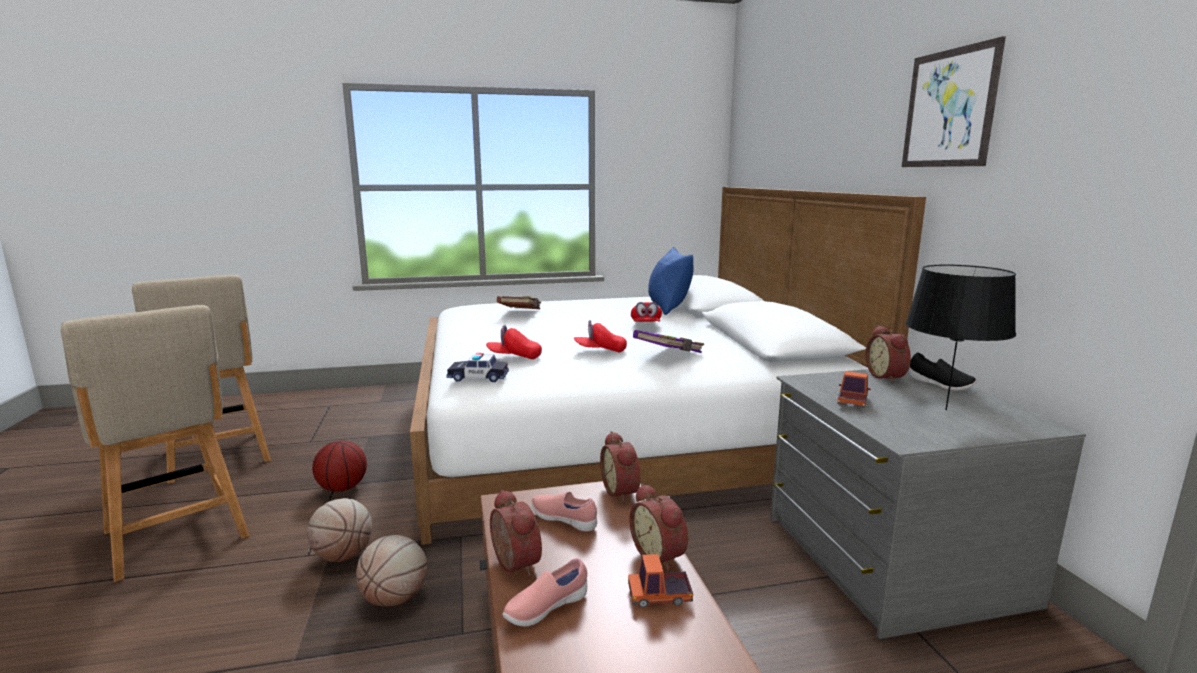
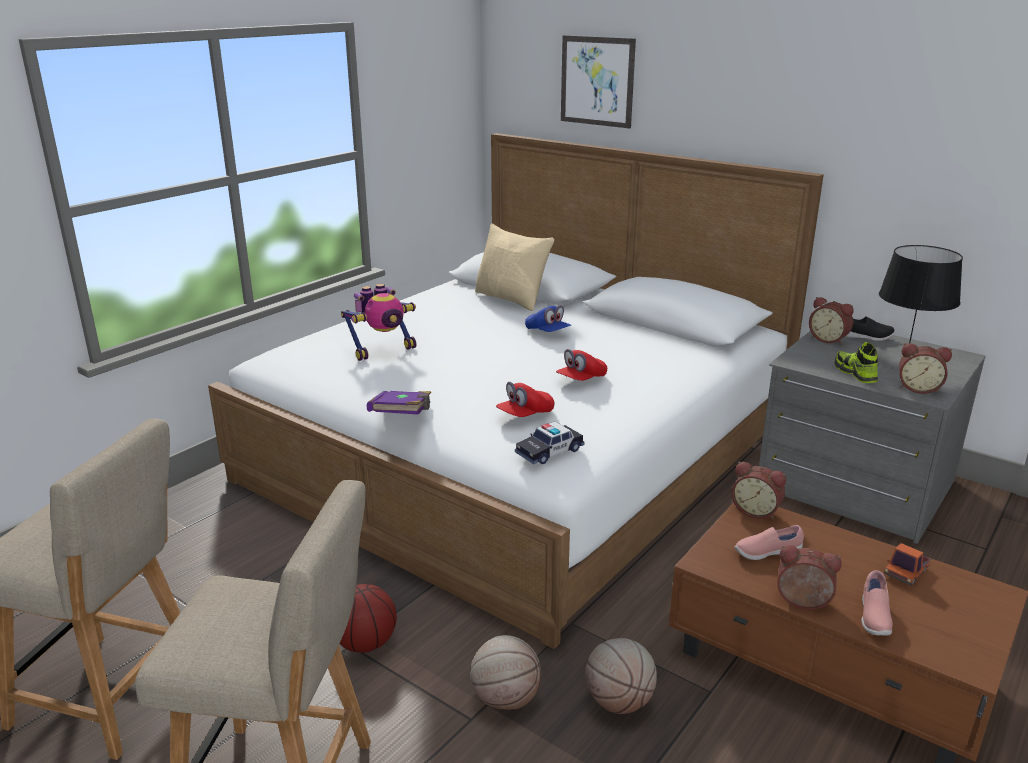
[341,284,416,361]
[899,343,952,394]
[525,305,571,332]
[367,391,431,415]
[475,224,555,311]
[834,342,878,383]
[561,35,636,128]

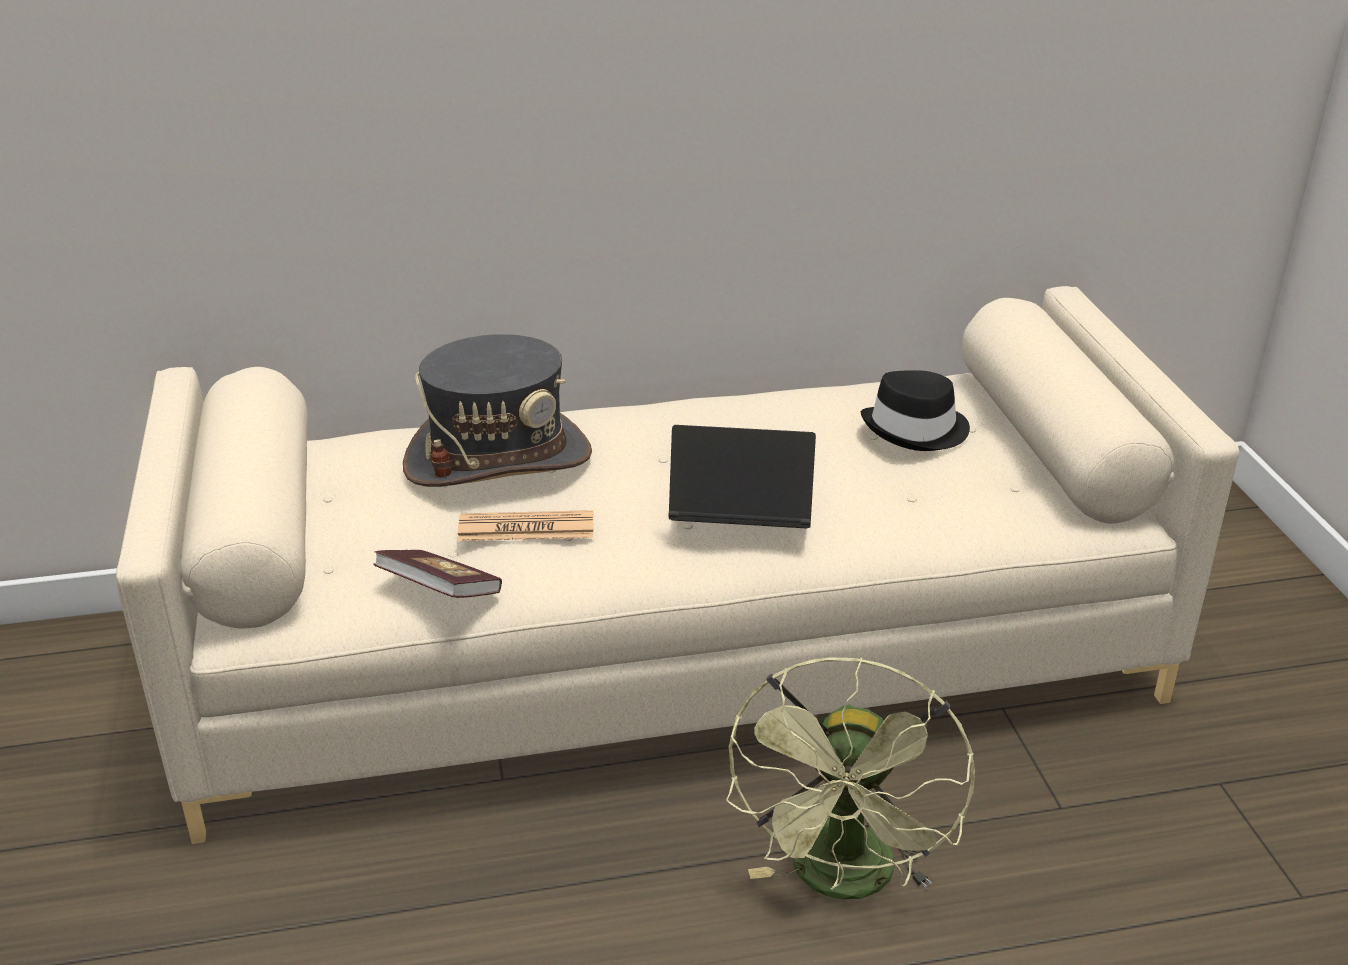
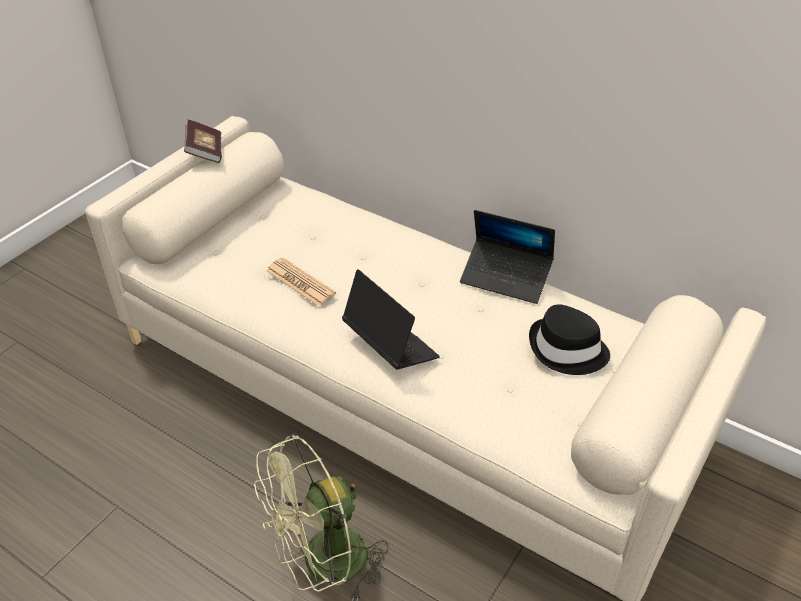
[184,119,222,163]
[403,334,592,487] (first image)
[460,210,555,304]

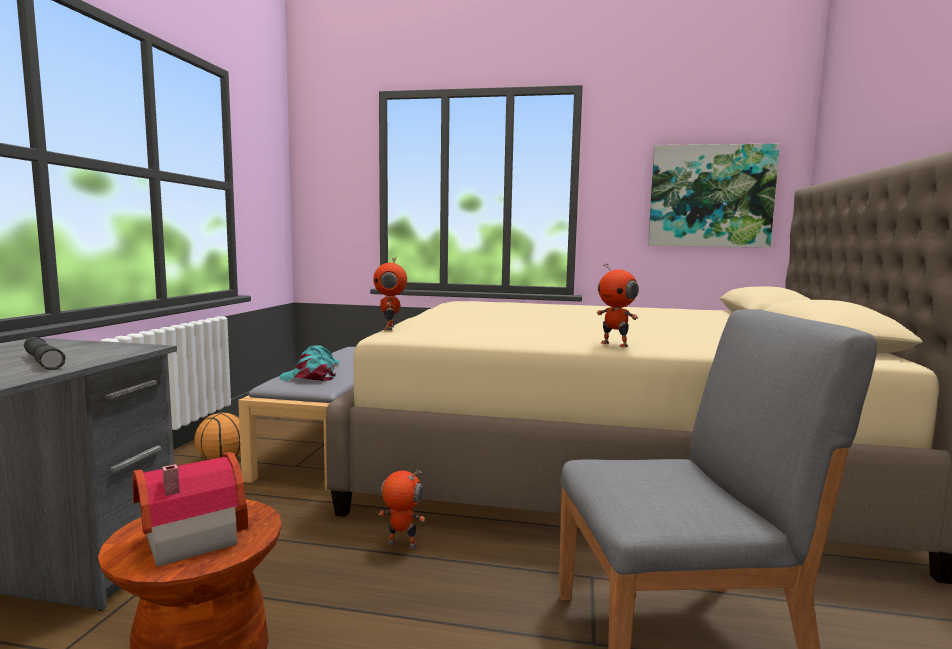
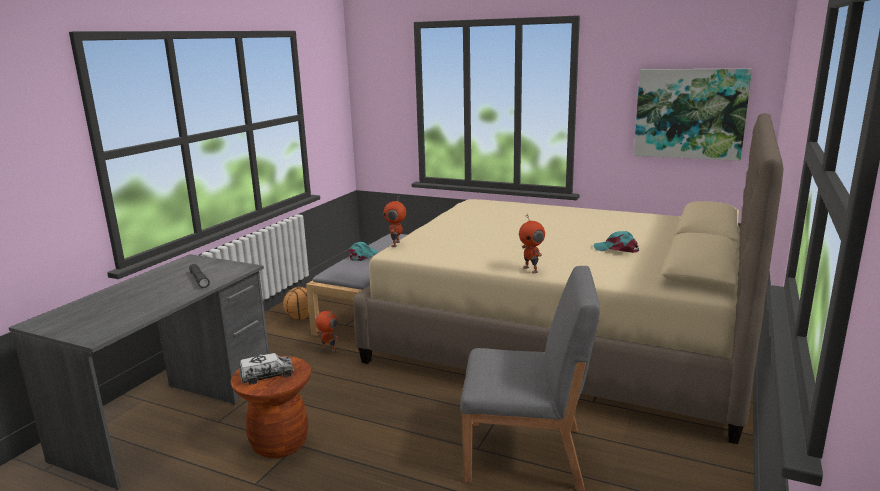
[239,353,294,385]
[593,231,639,253]
[315,311,338,352]

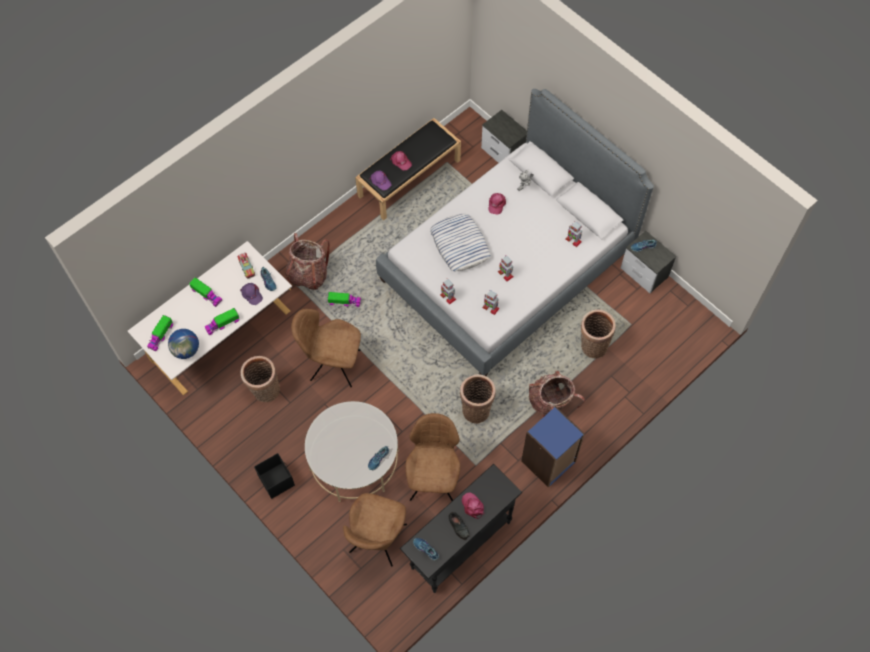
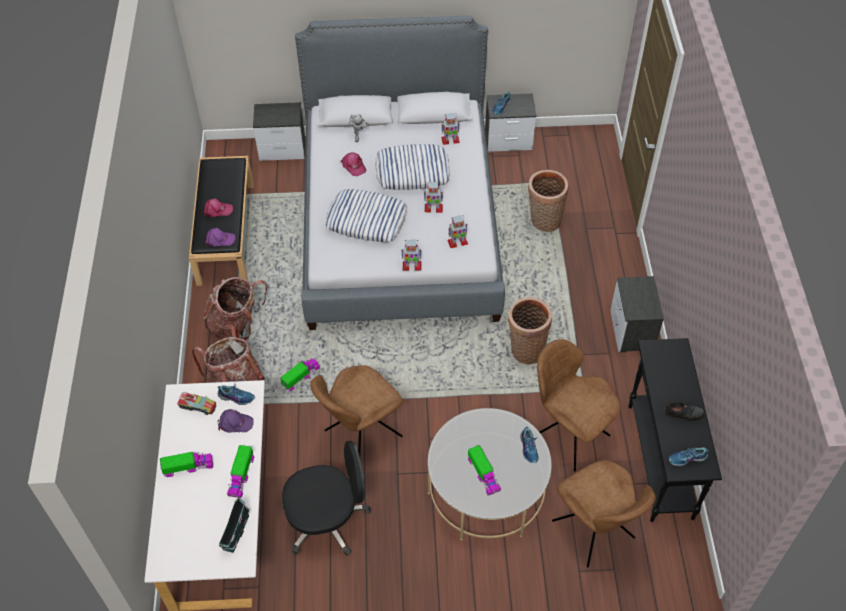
[468,445,501,495]
[219,497,250,553]
[282,441,371,556]
[254,453,295,499] (first image)
[462,492,485,519] (first image)
[610,276,664,352]
[202,277,267,340]
[375,144,450,190]

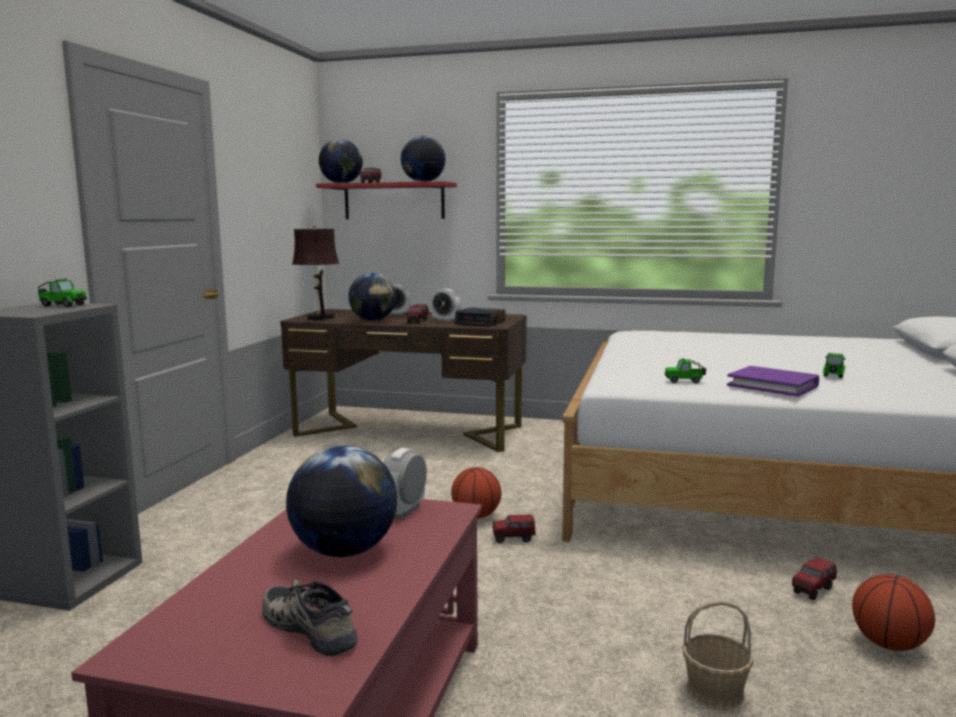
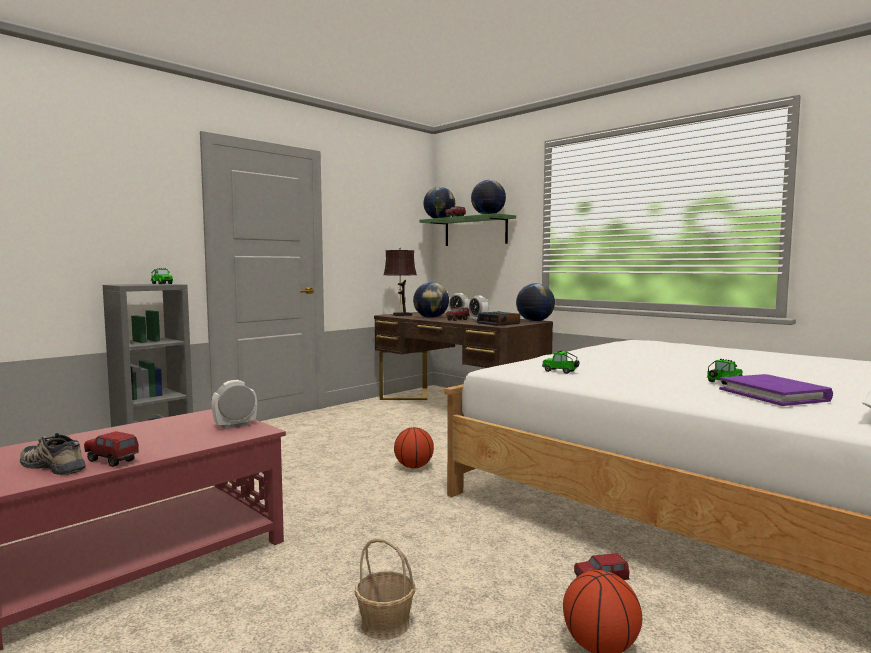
[20,433,86,475]
[516,283,555,322]
[419,213,516,246]
[84,431,139,467]
[719,374,833,406]

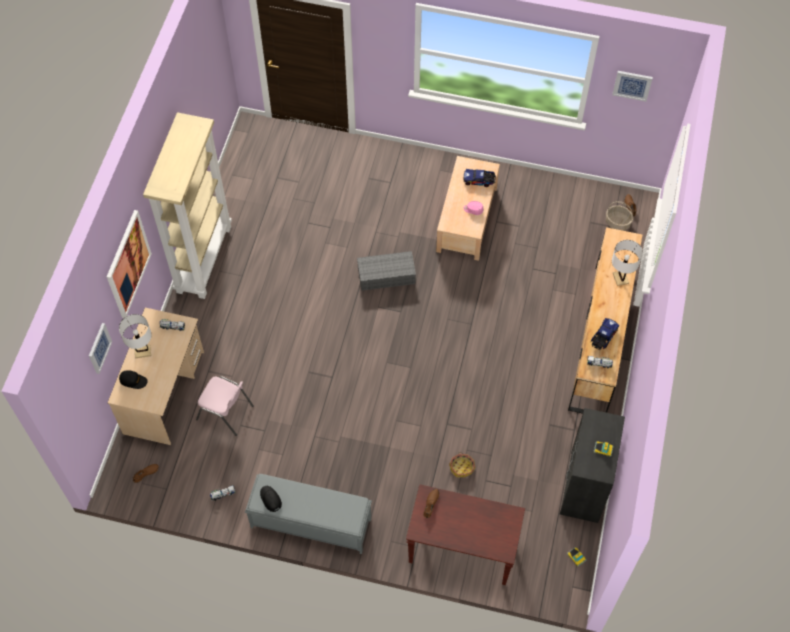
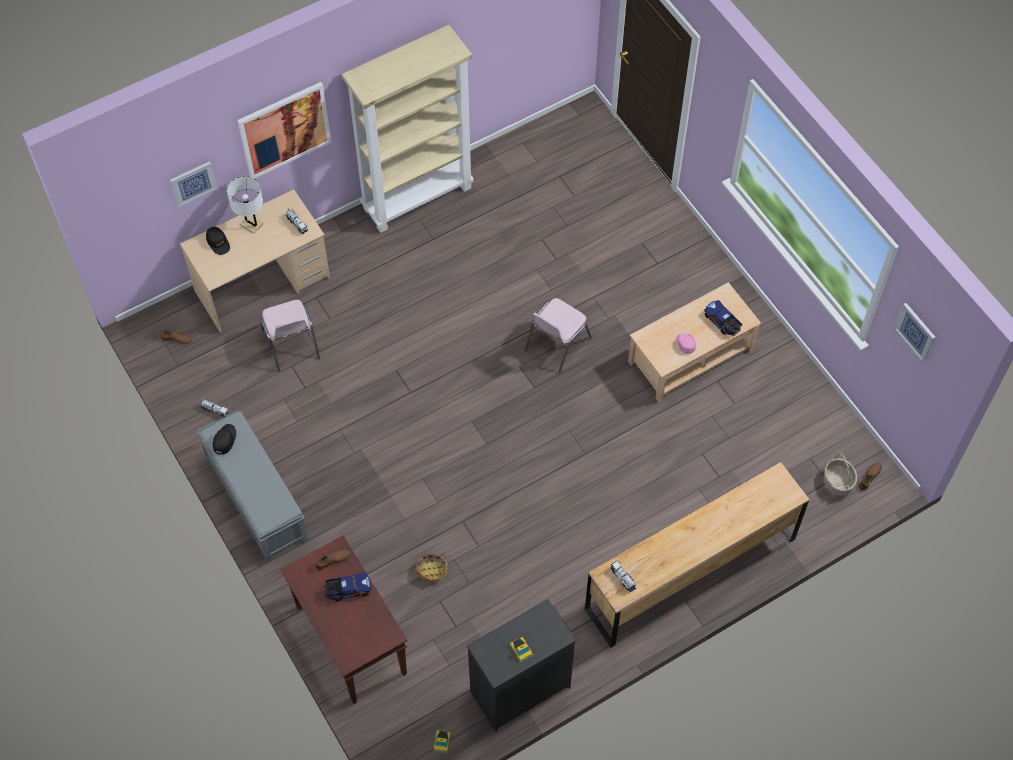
[525,298,592,373]
[324,572,371,601]
[612,240,643,286] (first image)

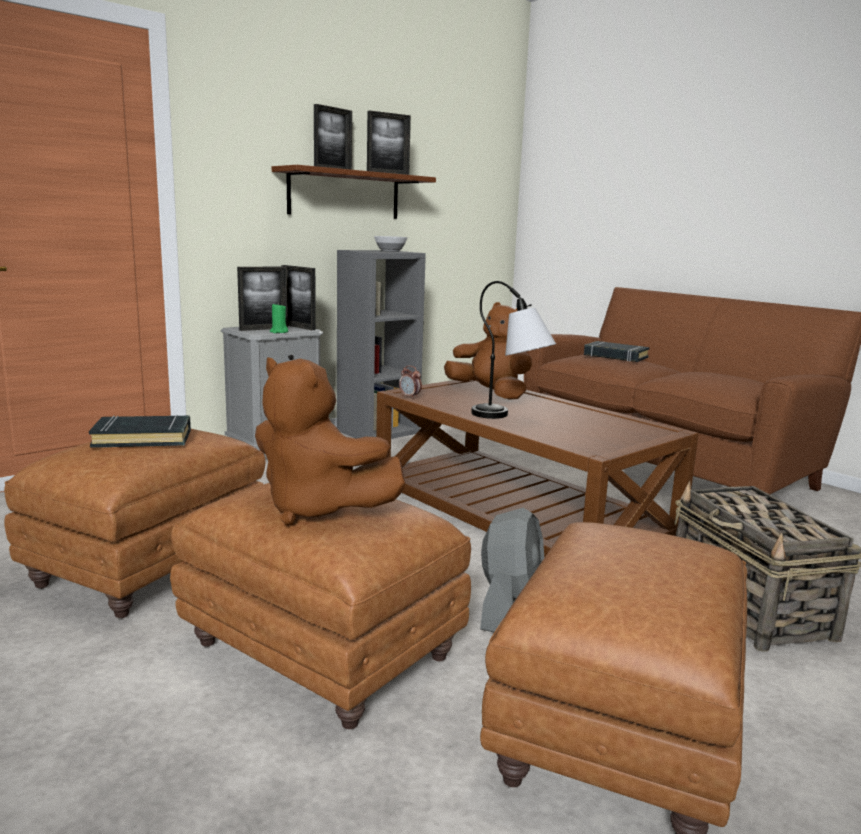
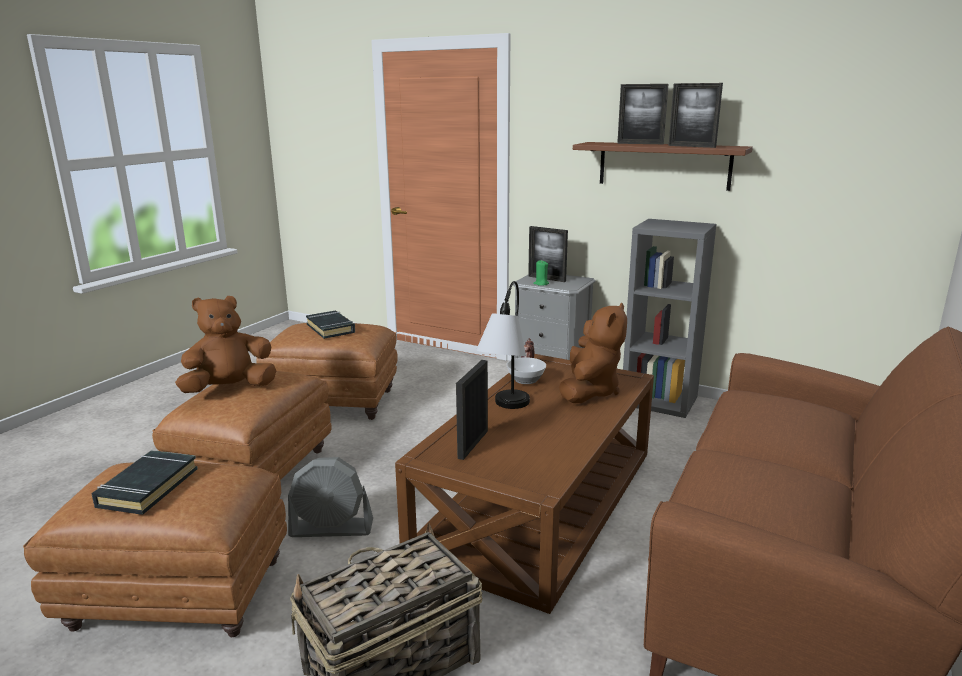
[175,296,276,393]
[456,360,488,460]
[507,357,546,384]
[91,450,198,515]

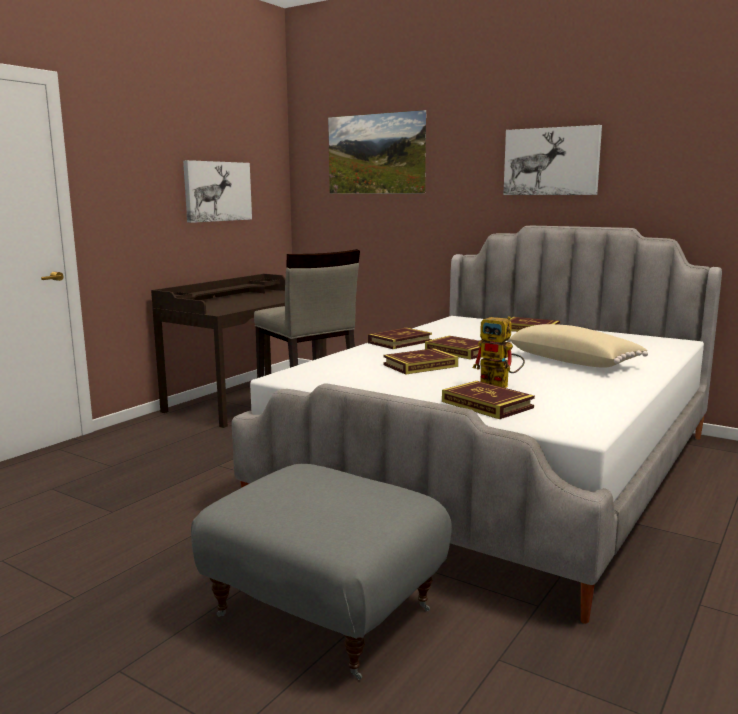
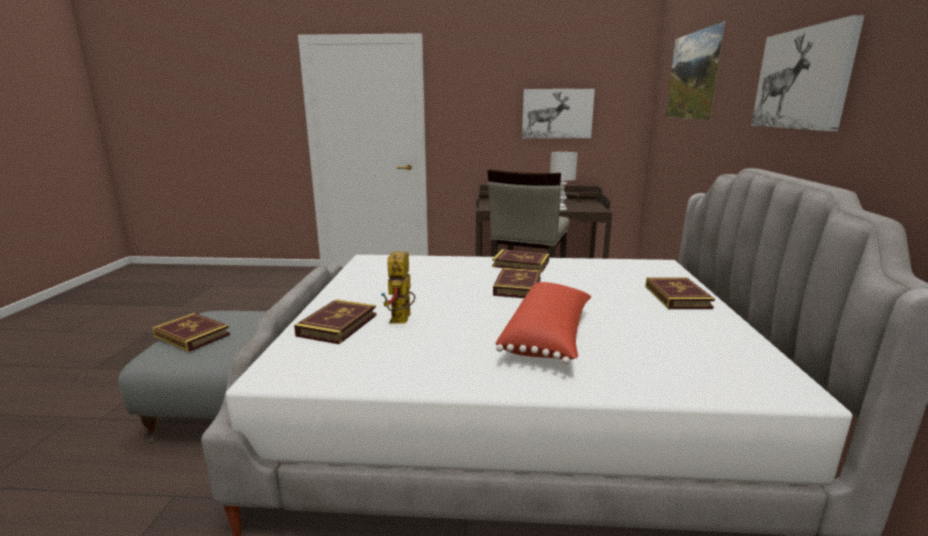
[152,313,230,352]
[495,282,592,364]
[550,152,578,210]

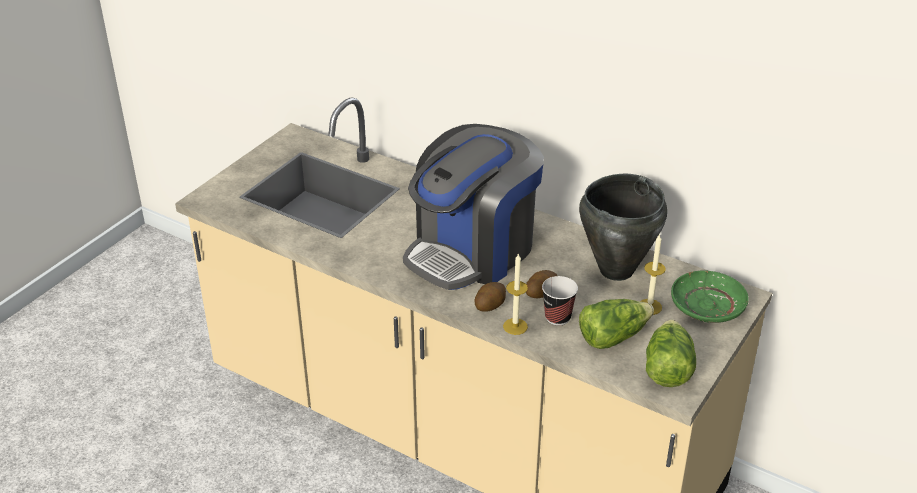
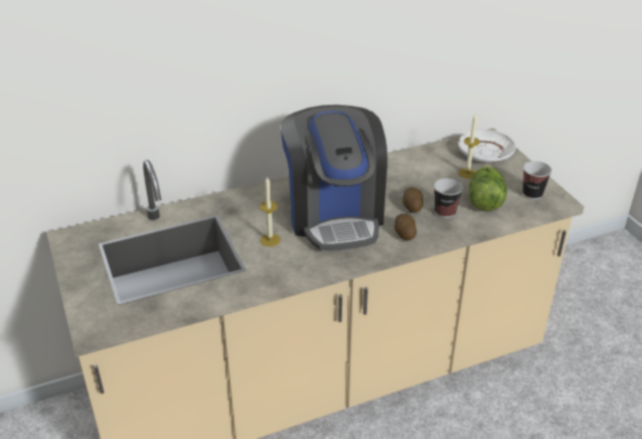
[260,177,281,247]
[579,174,667,281] (first image)
[523,161,552,200]
[458,130,516,163]

